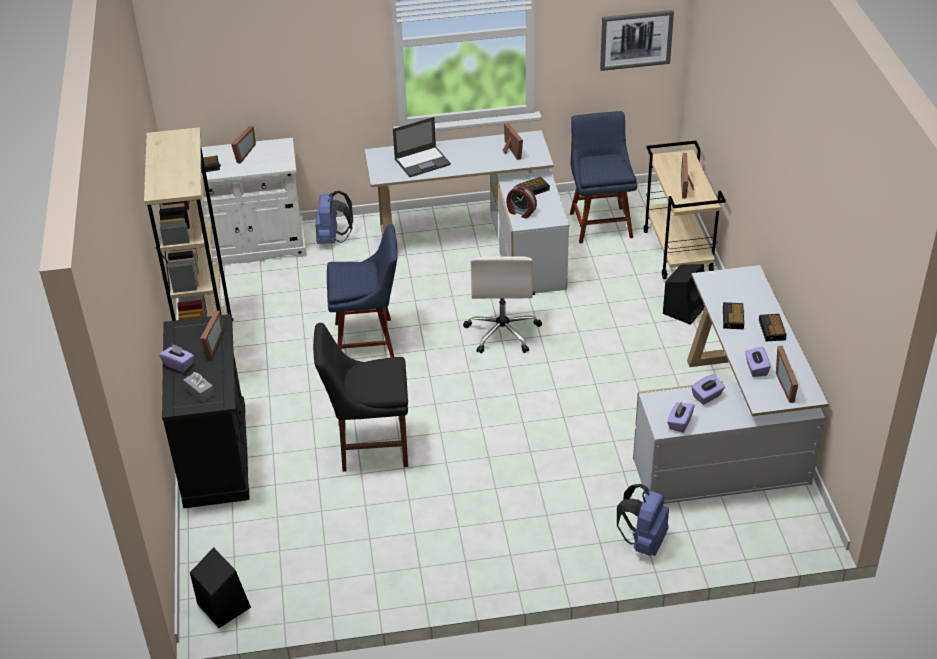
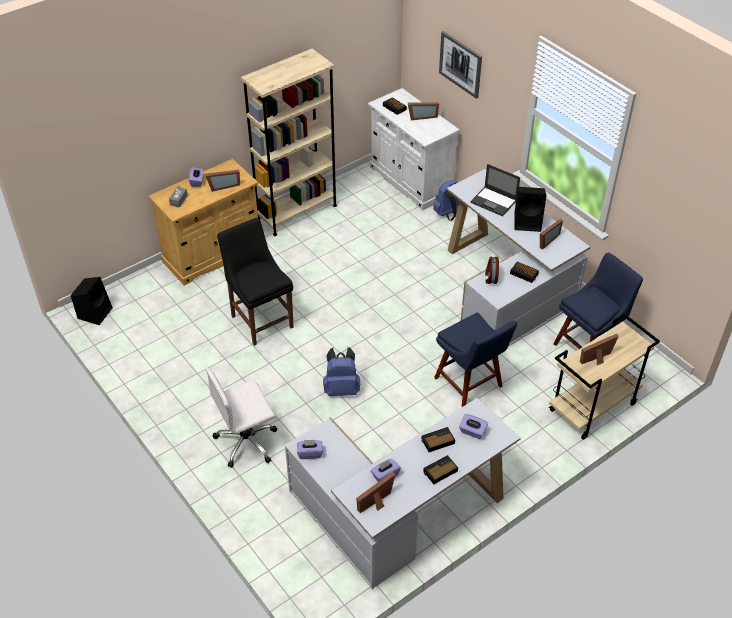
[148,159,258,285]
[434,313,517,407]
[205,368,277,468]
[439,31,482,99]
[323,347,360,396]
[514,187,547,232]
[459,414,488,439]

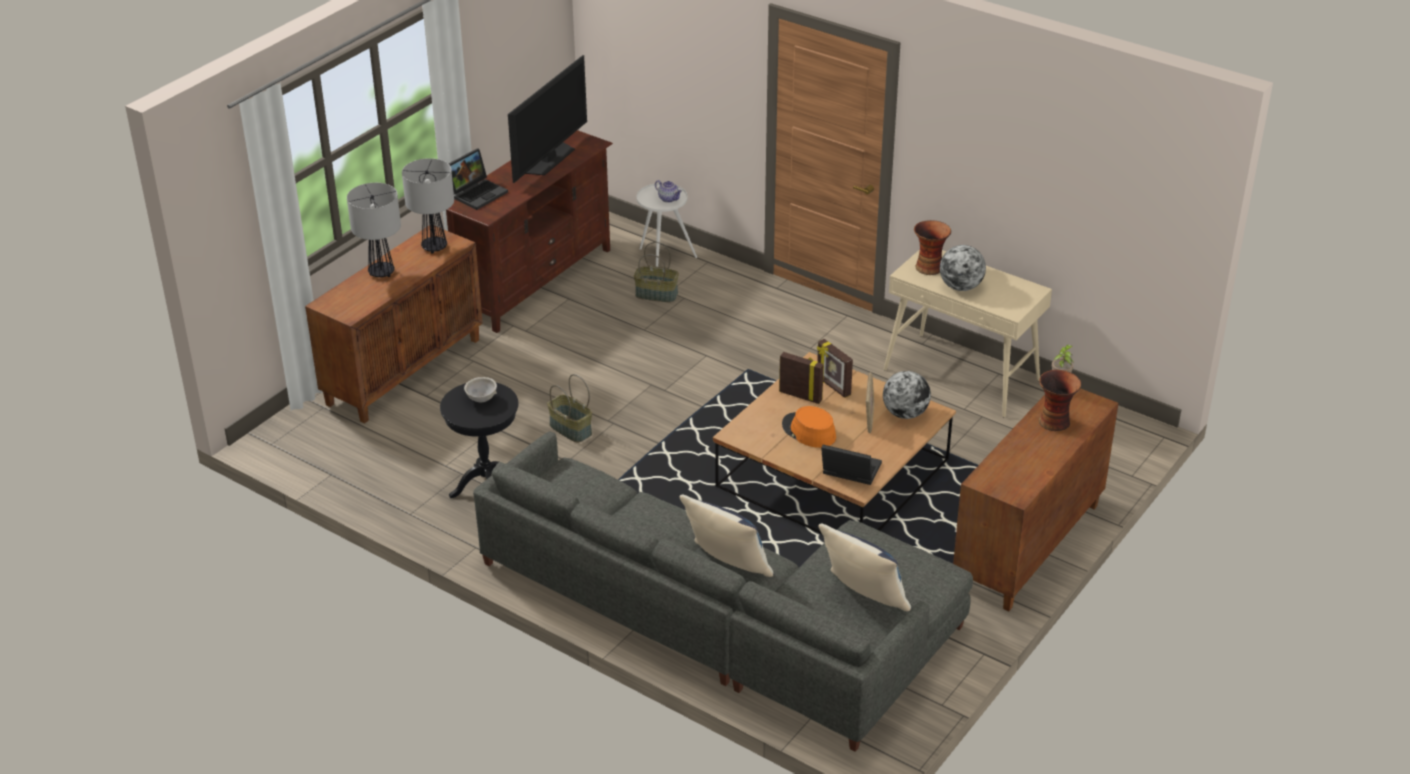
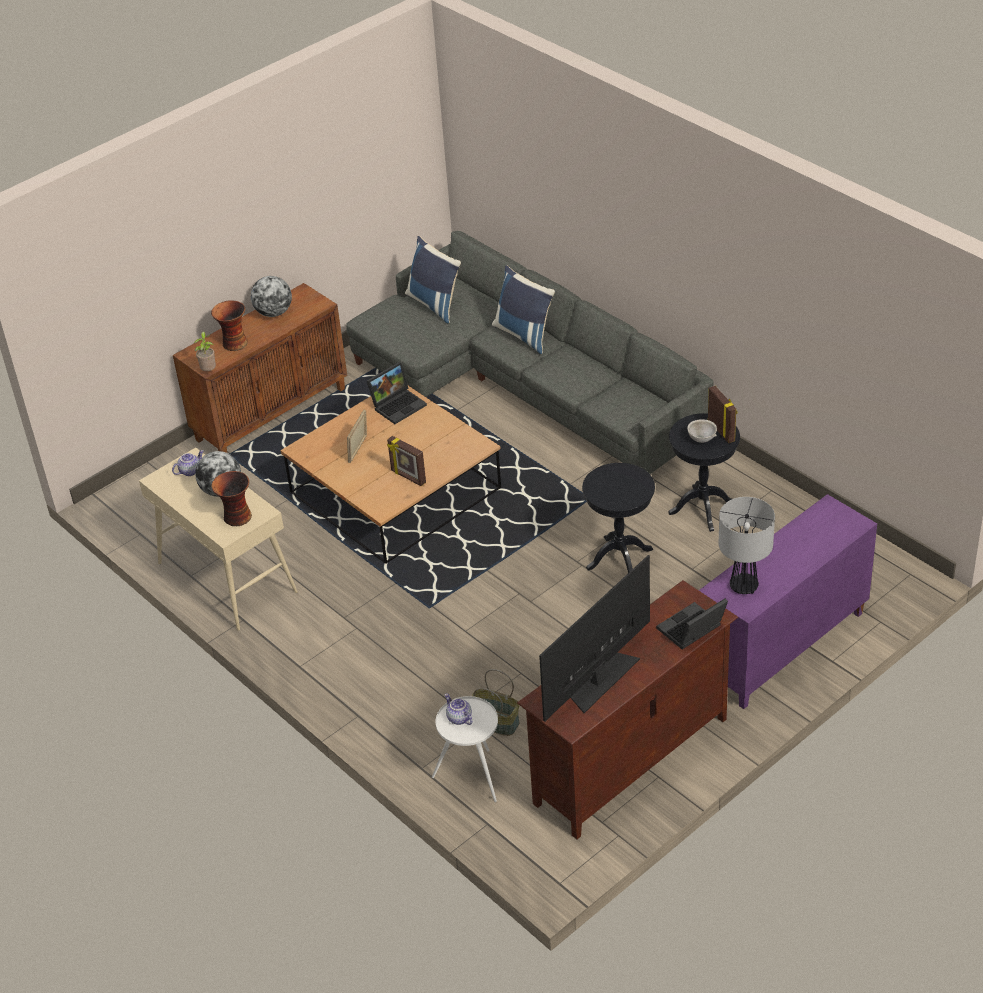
[699,494,877,709]
[347,183,401,277] (first image)
[582,463,655,573]
[782,406,836,448] (first image)
[708,386,737,443]
[367,362,427,424]
[251,276,292,317]
[172,450,204,476]

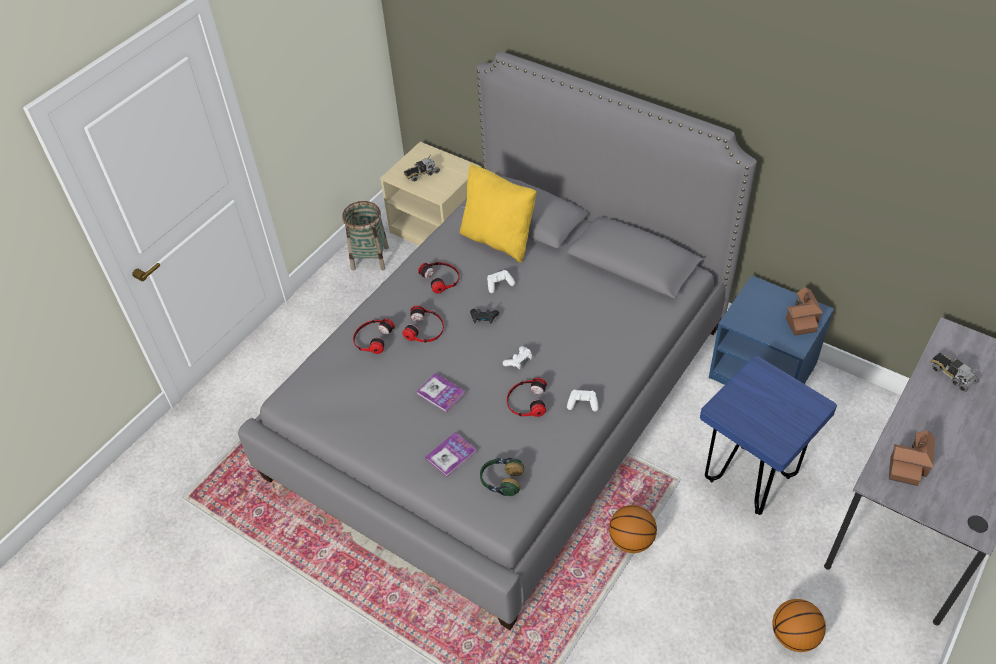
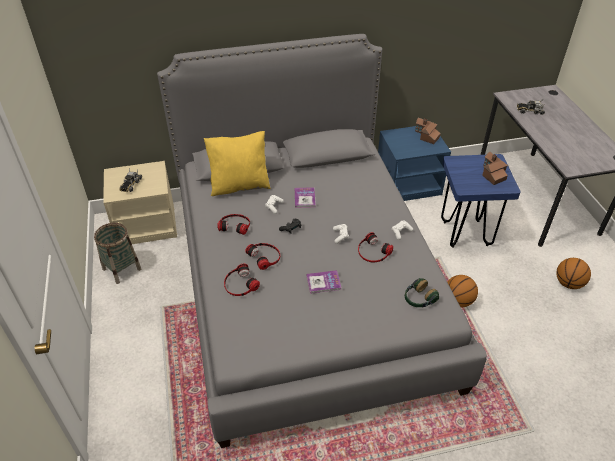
[295,187,316,208]
[482,152,508,185]

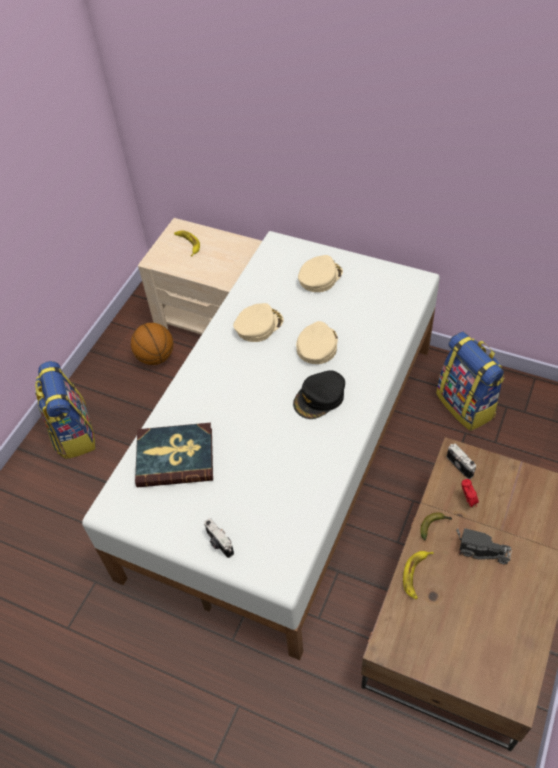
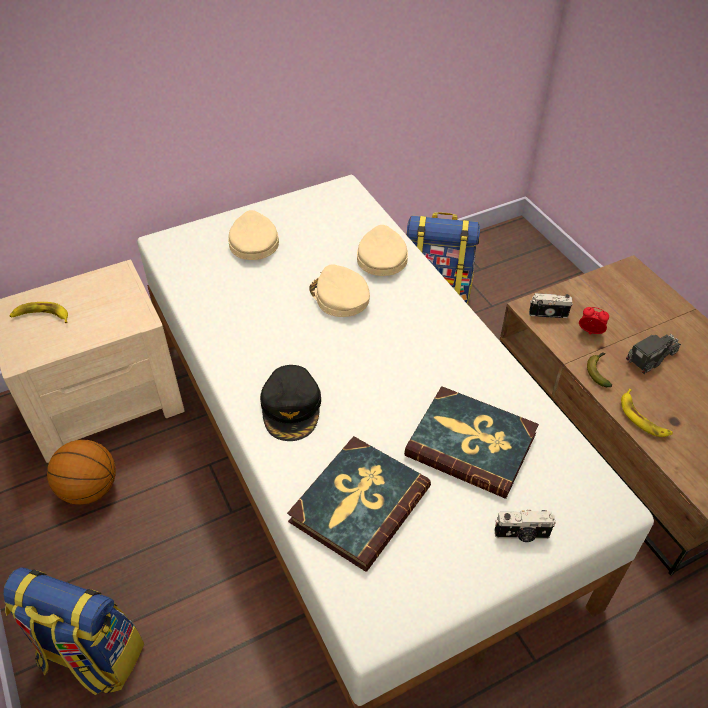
[357,225,408,276]
[260,365,321,441]
[404,386,539,499]

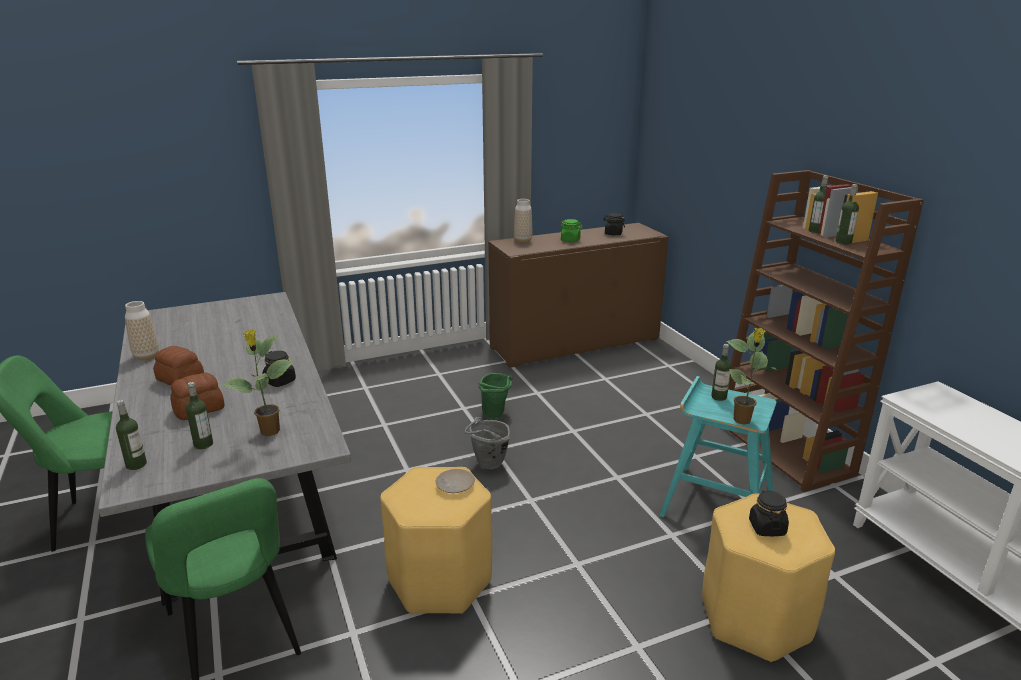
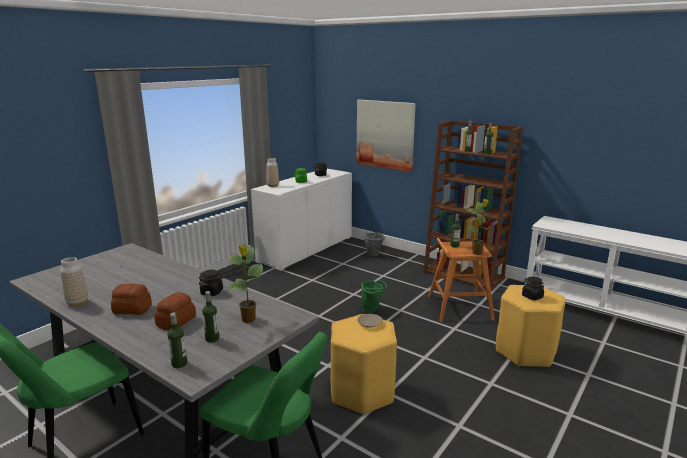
[363,232,385,257]
[361,280,387,313]
[251,169,352,271]
[428,238,495,322]
[356,100,416,172]

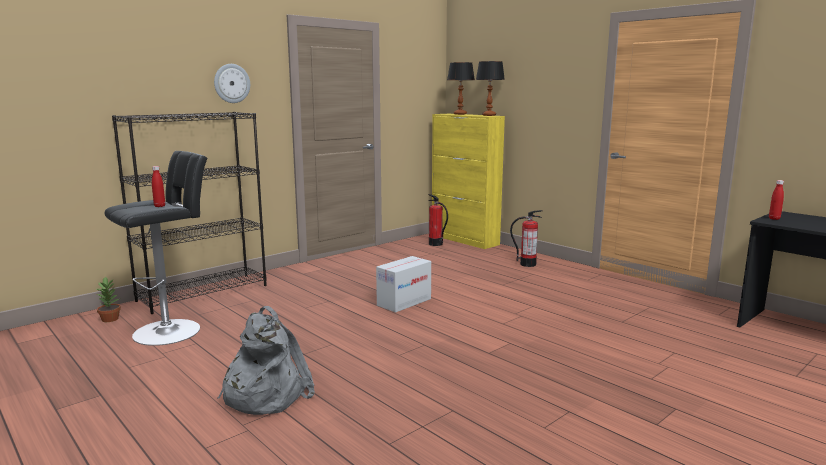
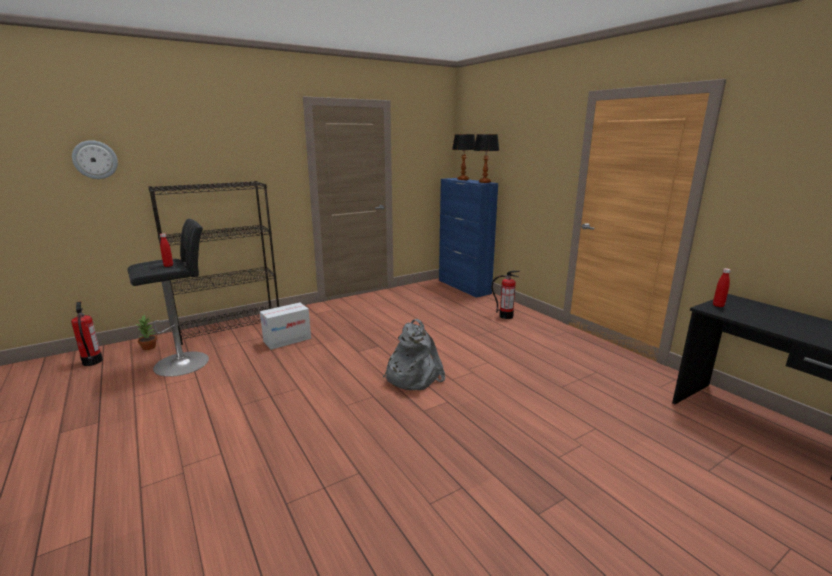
[72,140,118,179]
[383,319,445,390]
[260,303,311,350]
[71,302,103,366]
[439,178,498,298]

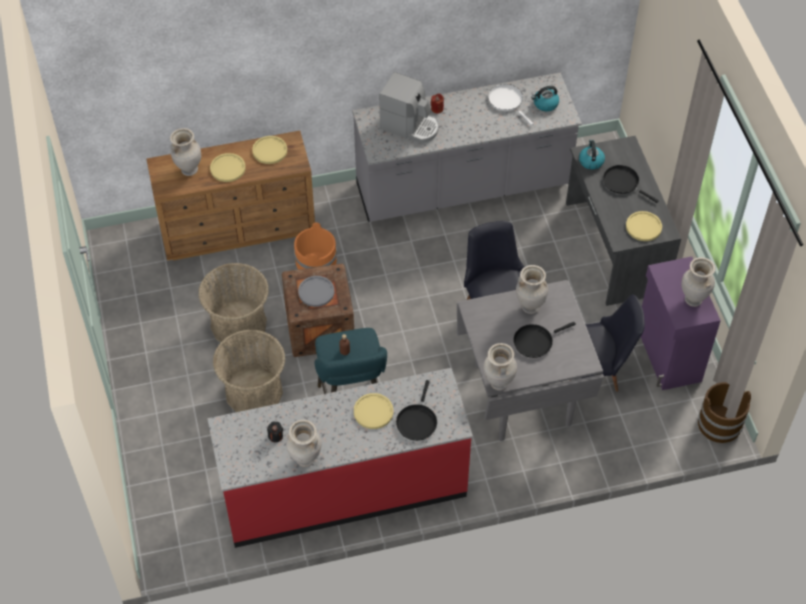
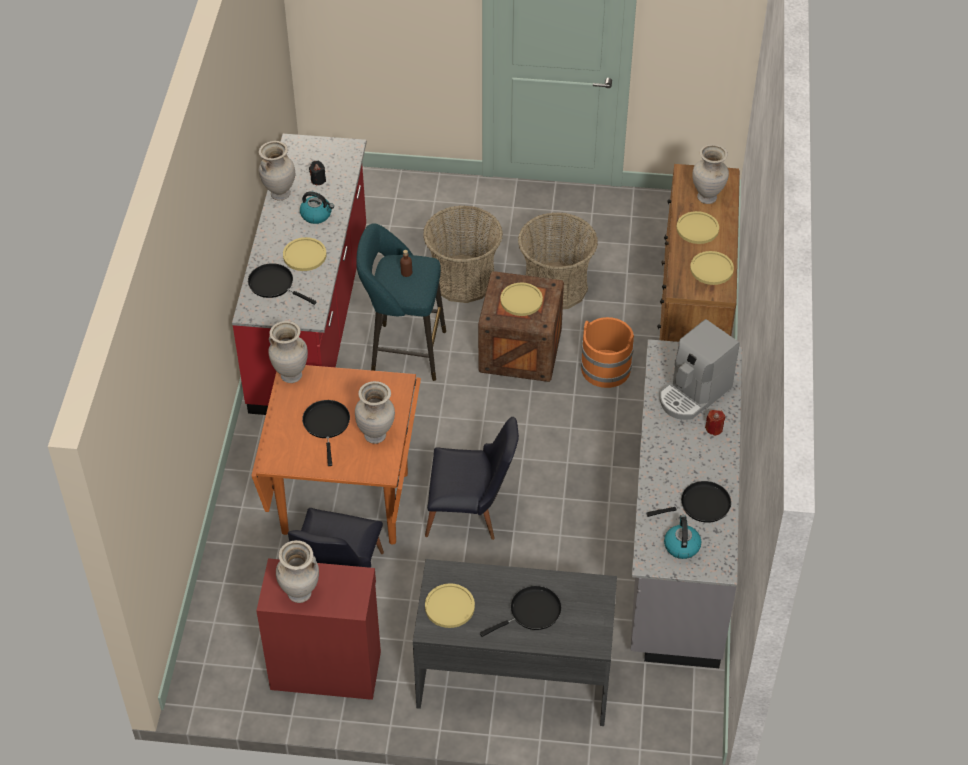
[500,283,543,316]
[251,365,421,544]
[646,481,731,523]
[300,192,334,224]
[256,558,381,700]
[698,382,751,443] (first image)

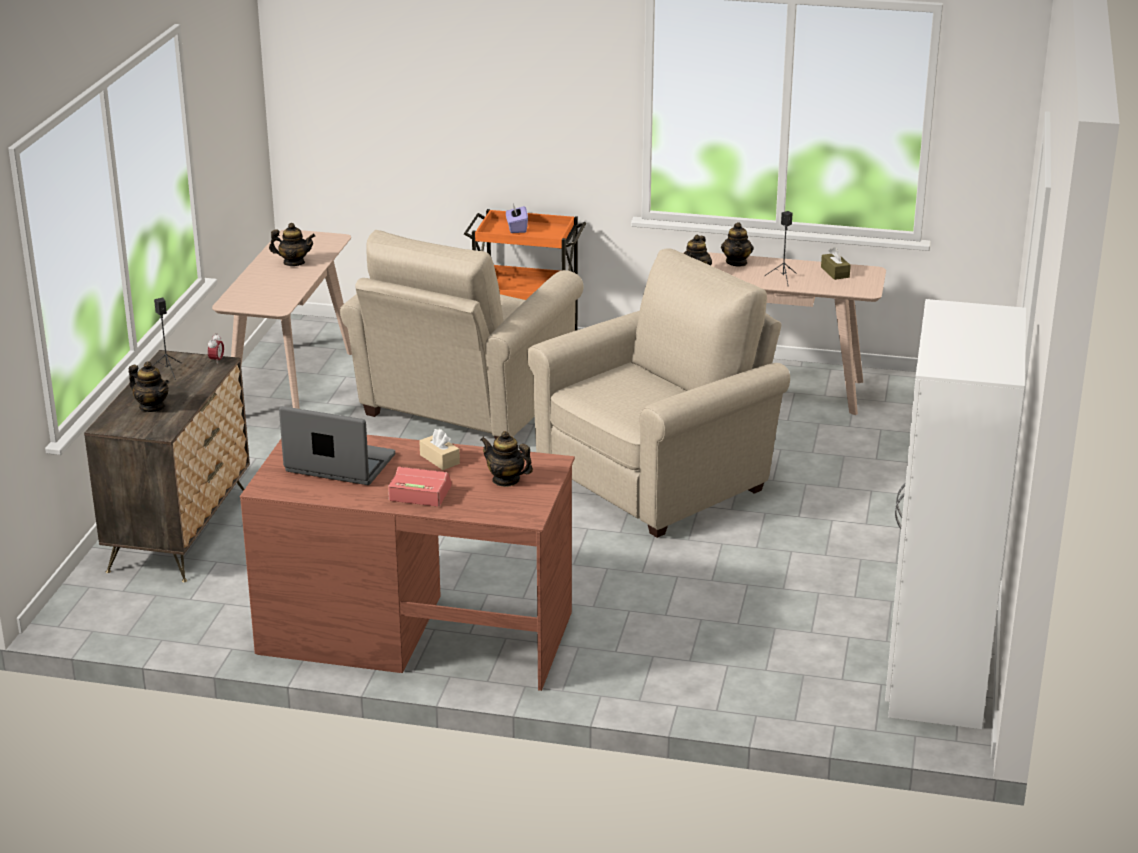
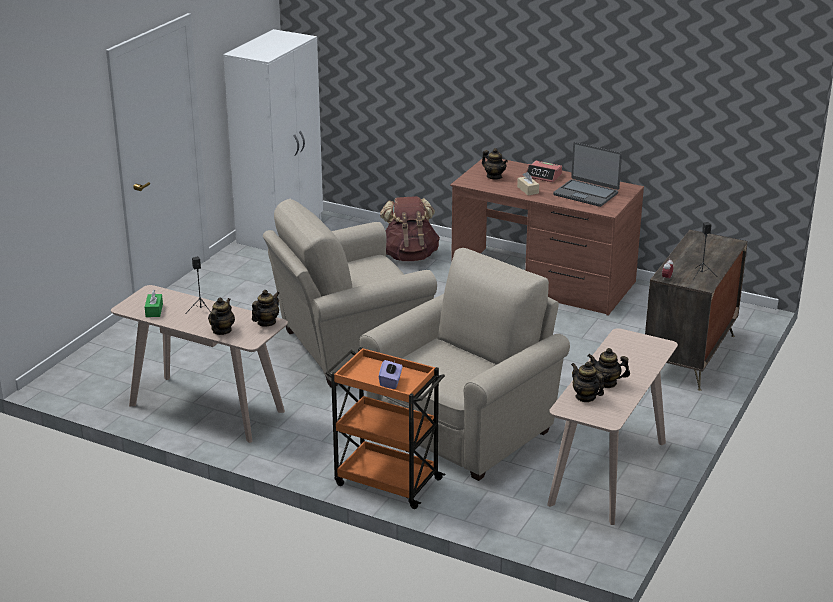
[571,362,604,402]
[145,290,163,317]
[380,196,440,261]

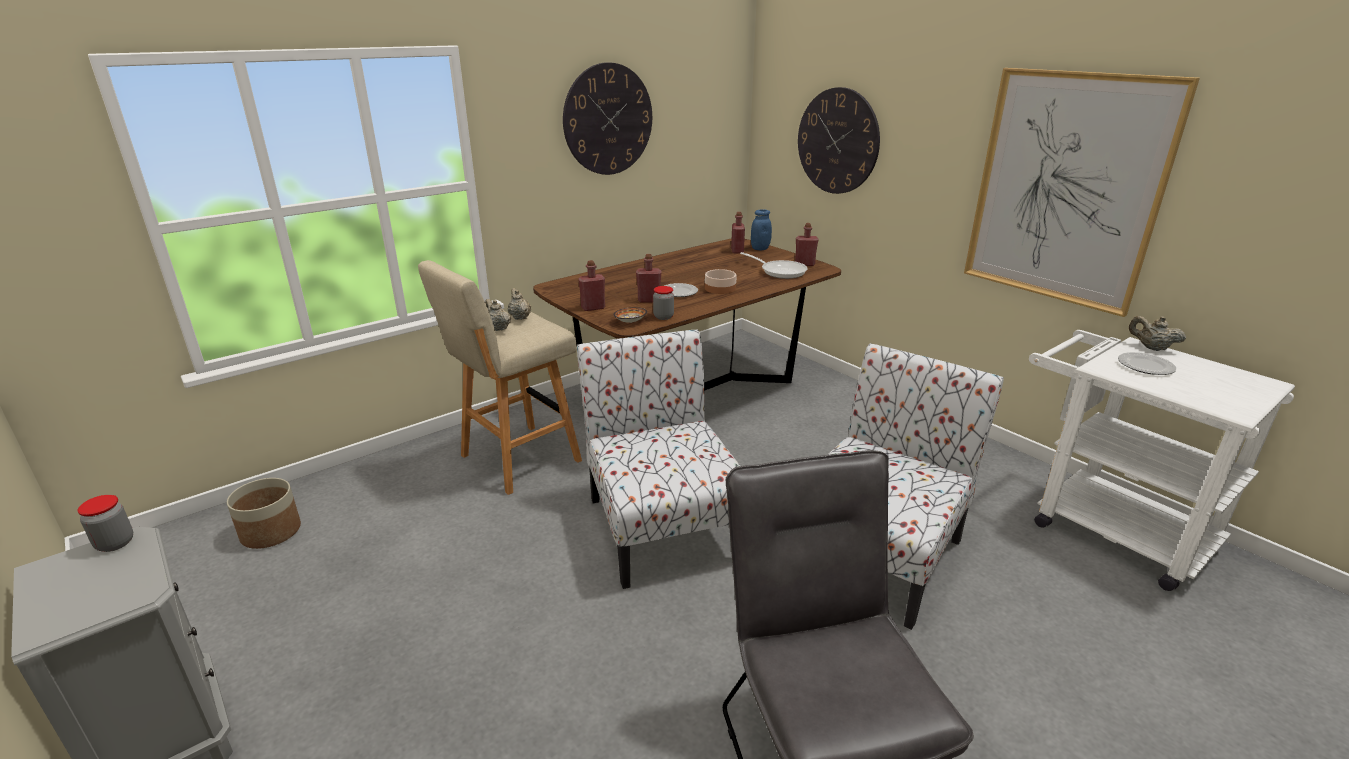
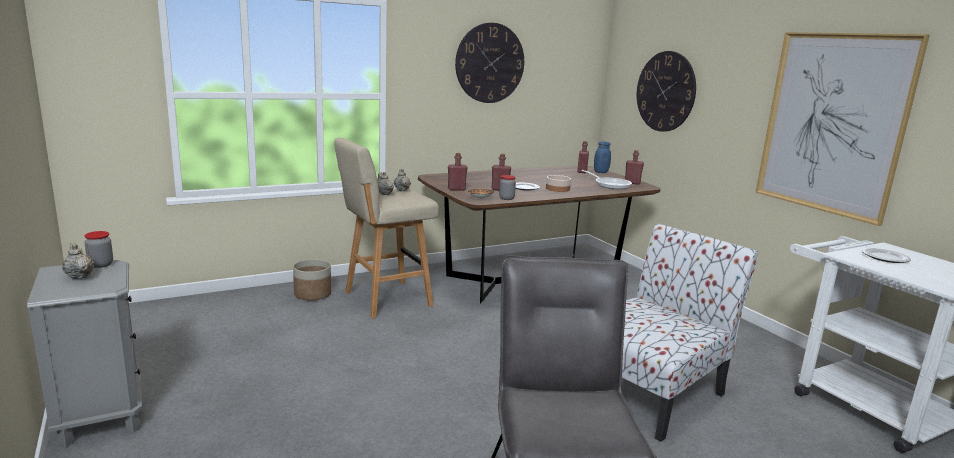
[293,259,331,301]
[577,329,740,589] (first image)
[62,243,94,279]

